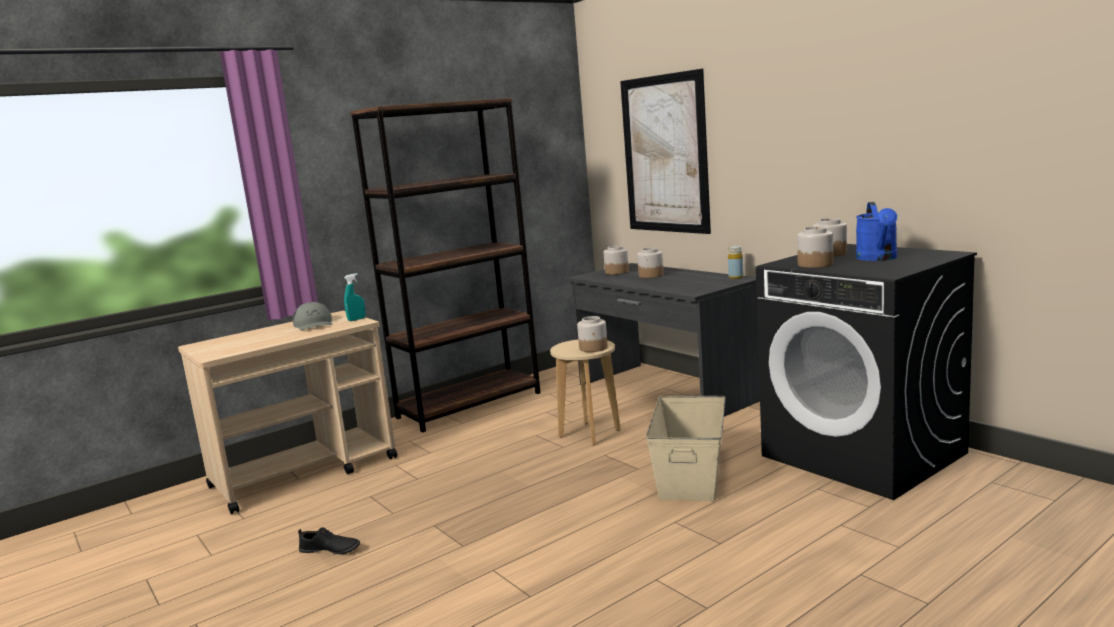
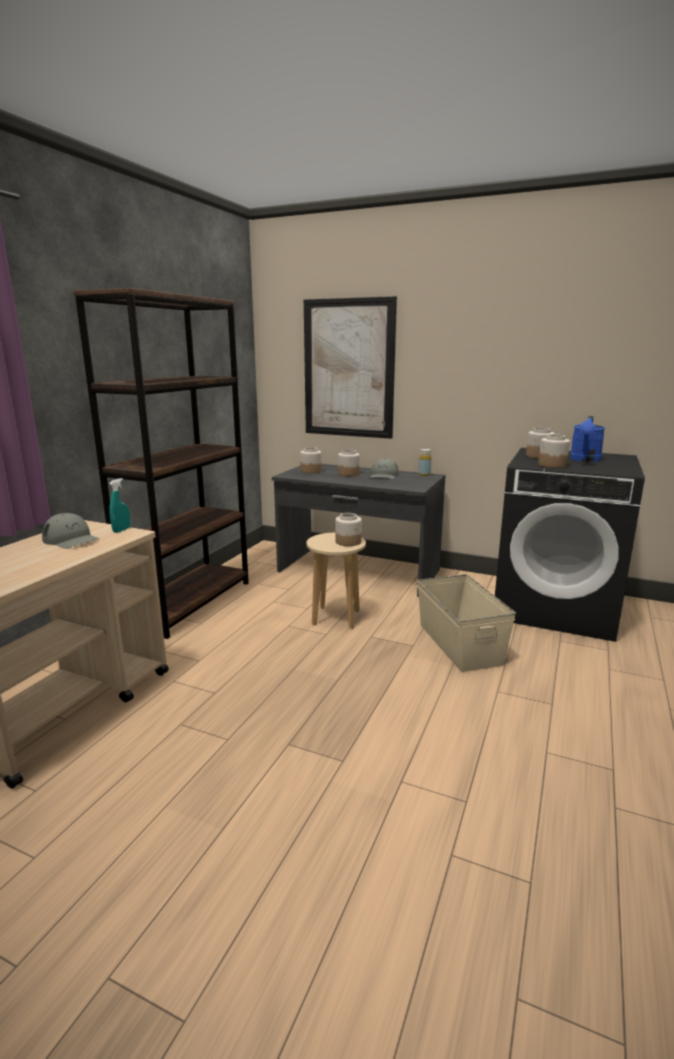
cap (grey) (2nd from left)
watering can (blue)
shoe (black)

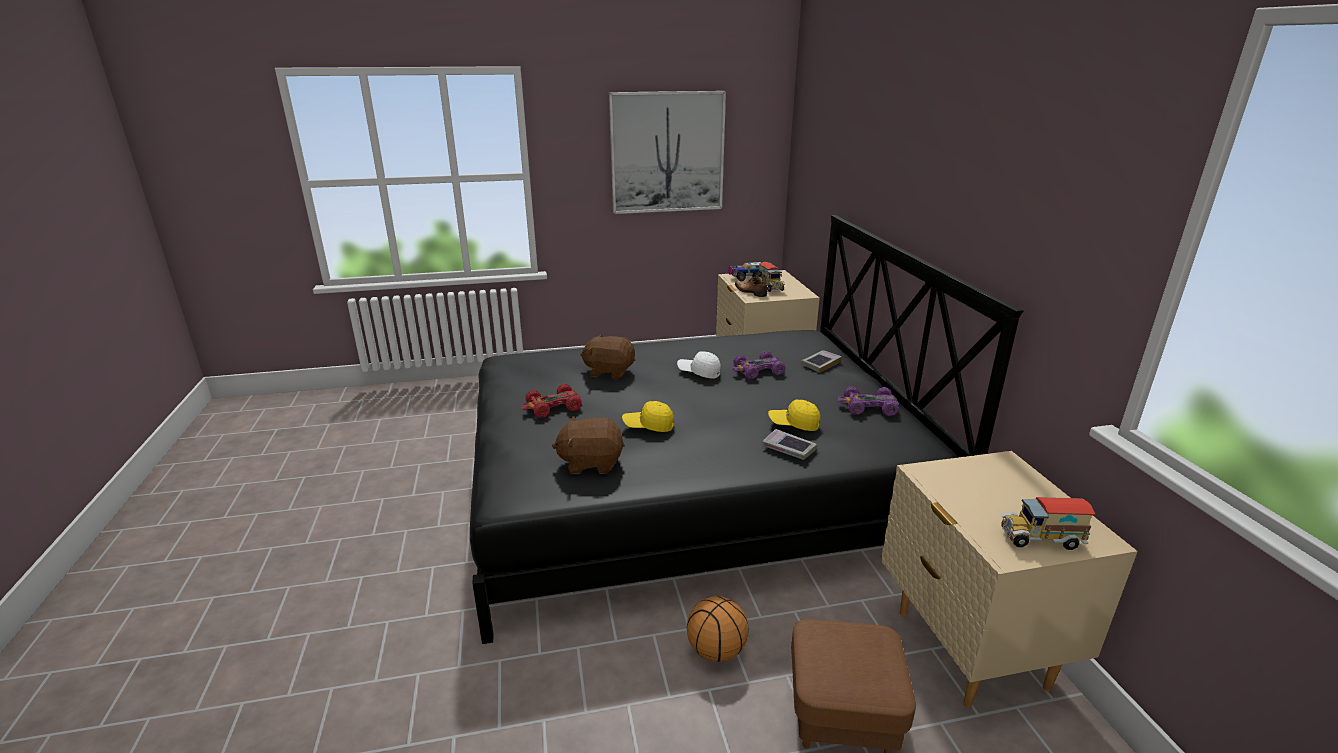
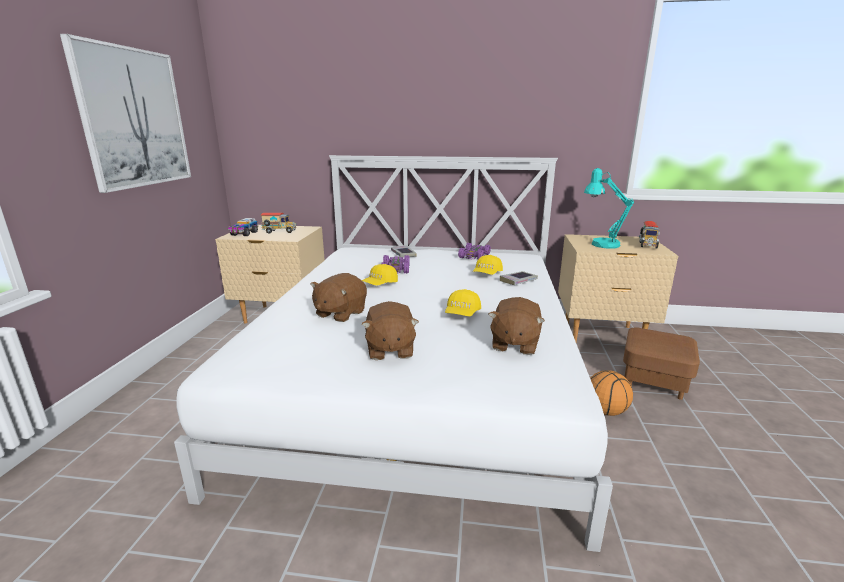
bed (white)
cap (yellow) (1st from left)
plush toy (brown) (2nd from left)
table lamp (turquoise)
shoe

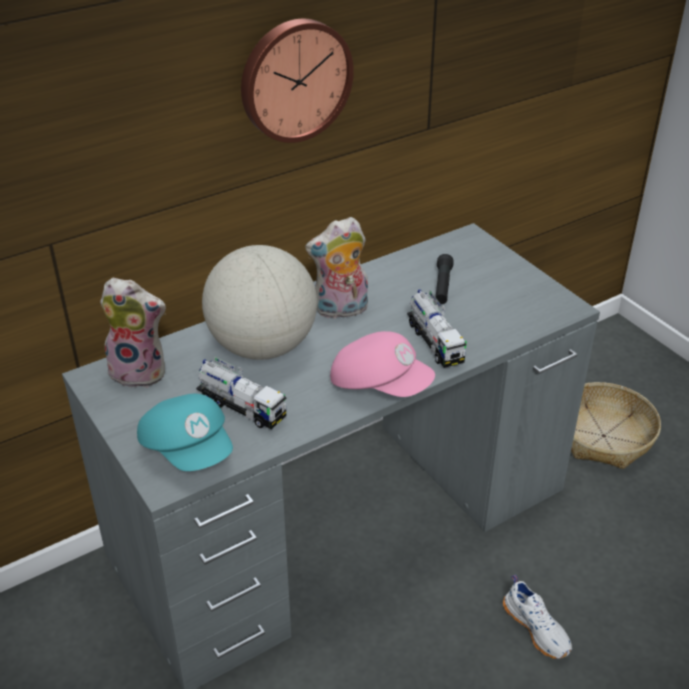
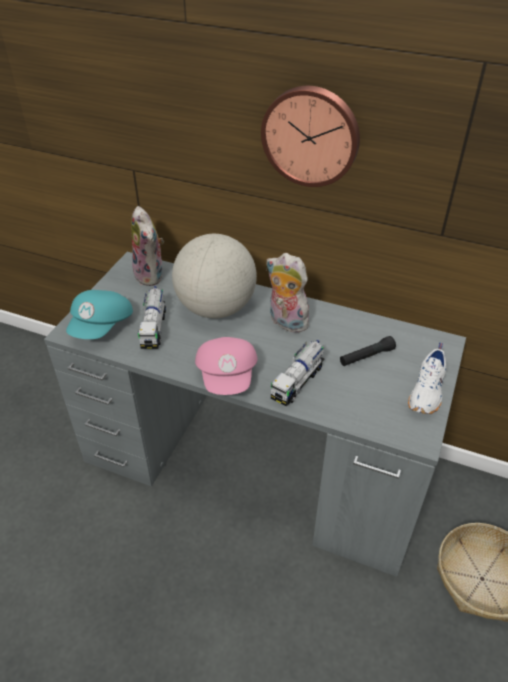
shoe (white)

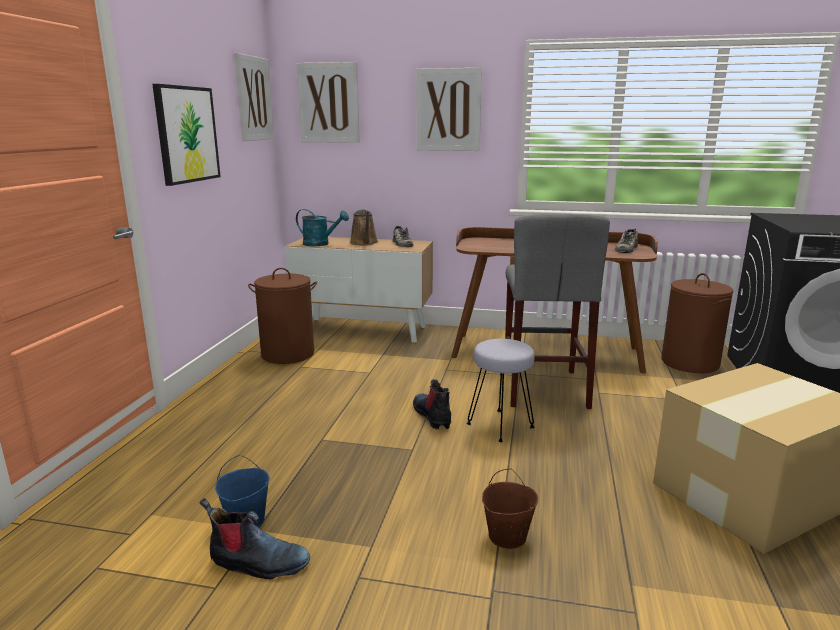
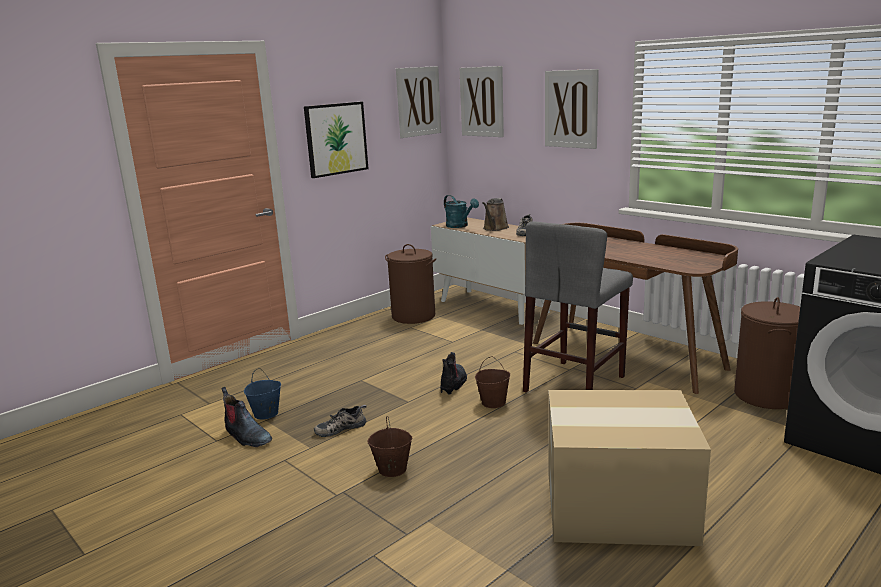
shoe (1st from left)
bucket (brown) (2nd from left)

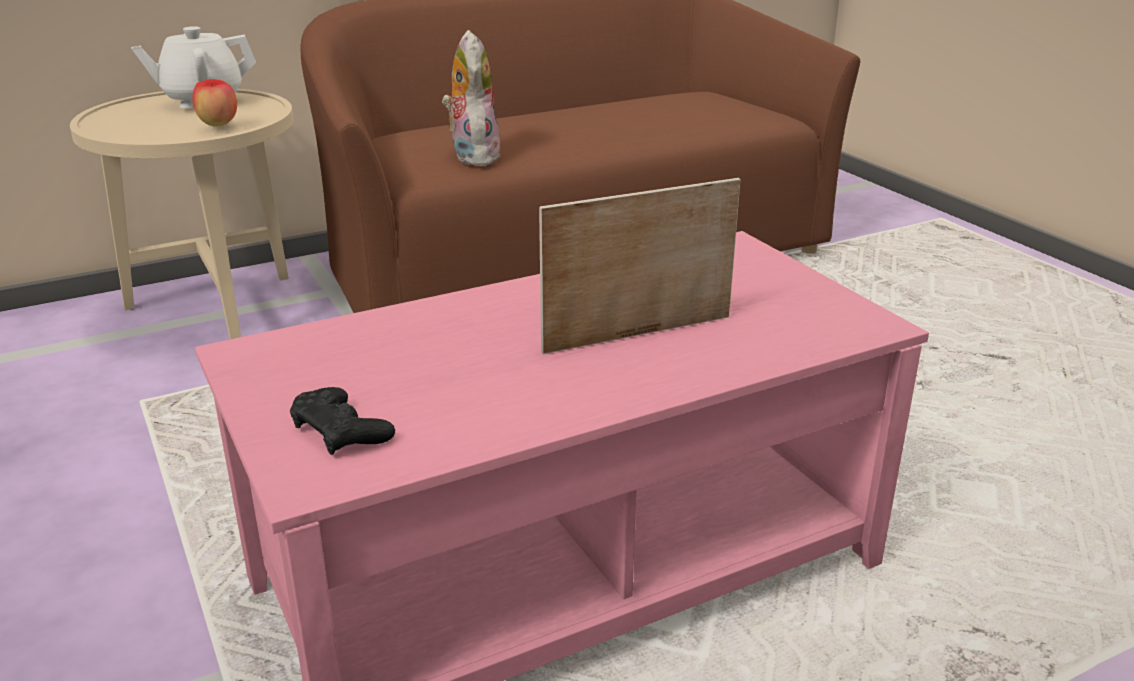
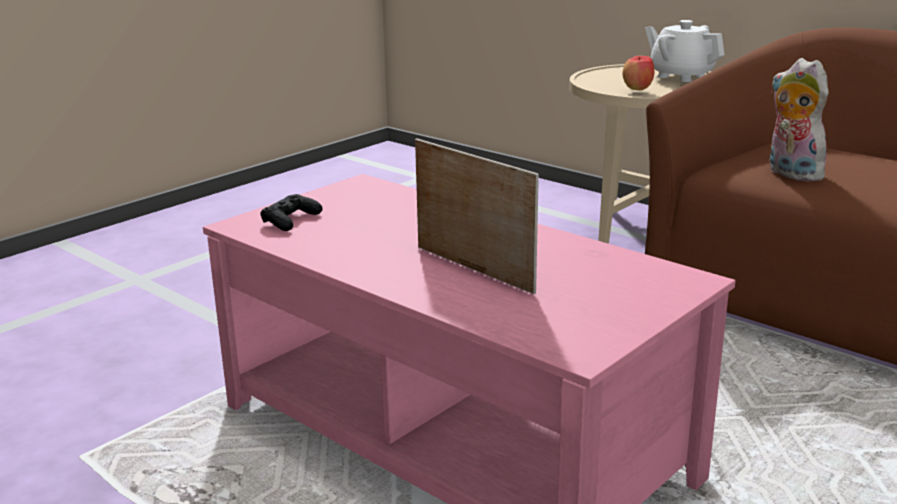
plush toy

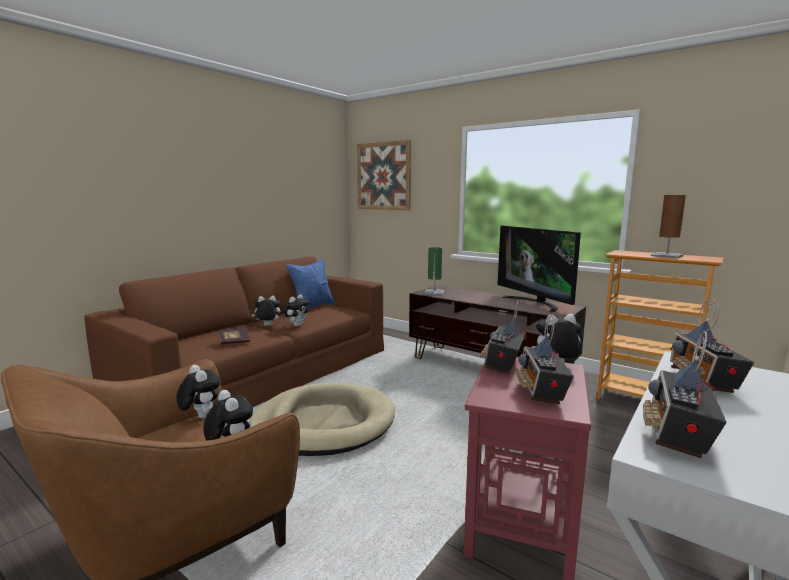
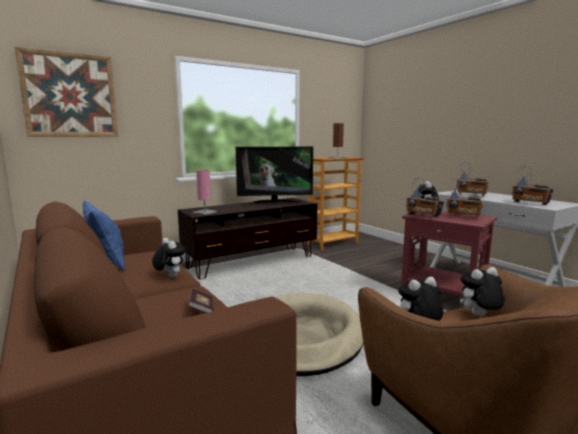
table lamp (pink)
plush toy (3rd from left in the first image)

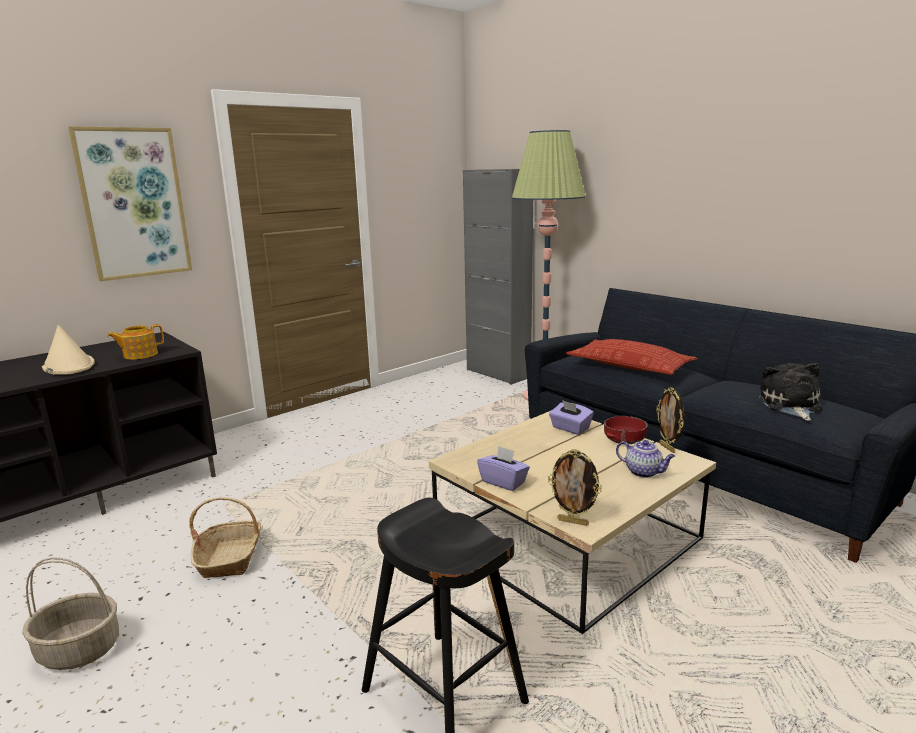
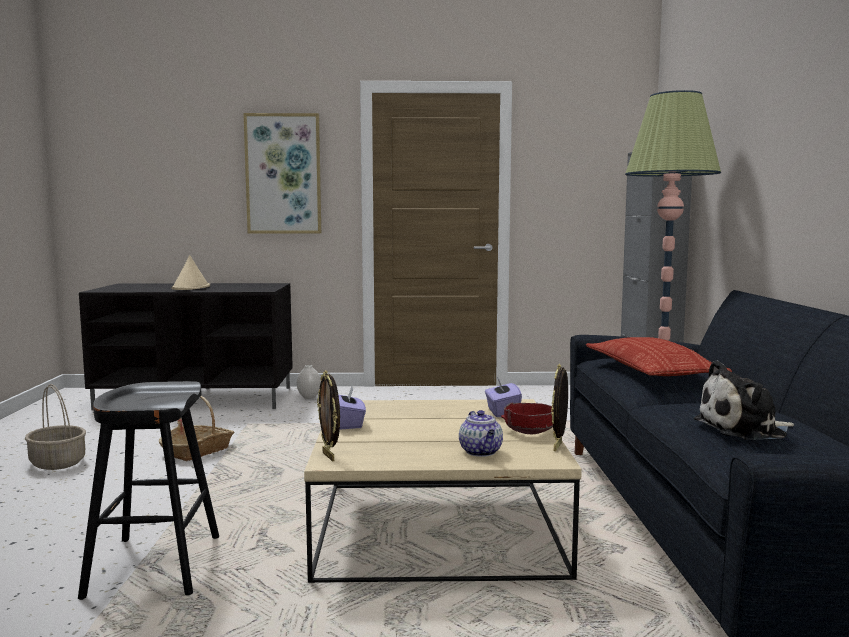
vase (white)
plush toy
teapot (1st from left in the first image)

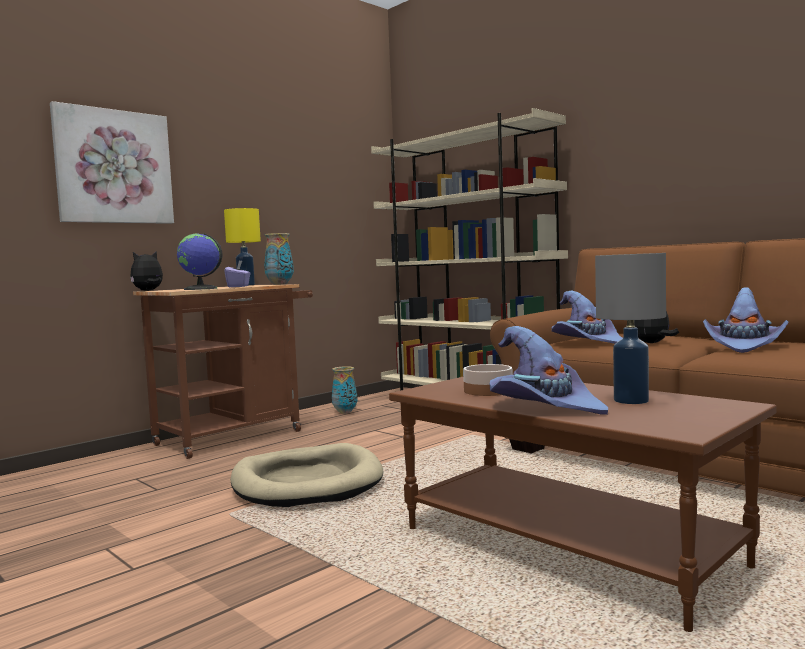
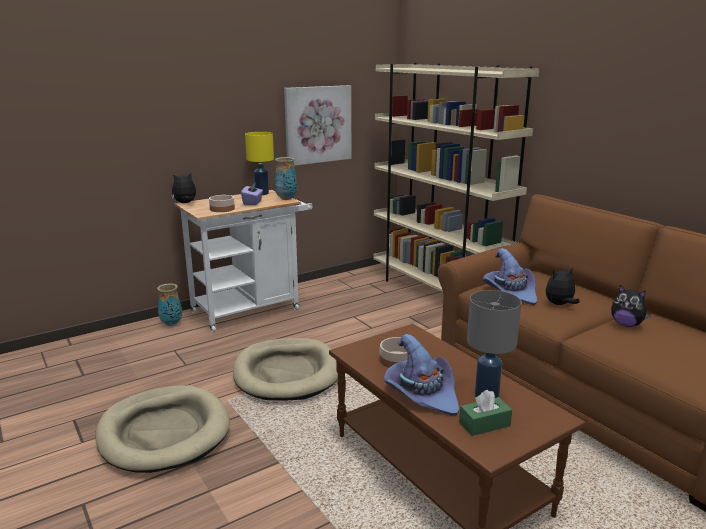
dog bed (beige) (1st from left)
vase (1st from left)
cart (white)
bowl (1st from left)
picture
tissue box (green)
plush toy (3rd from left)

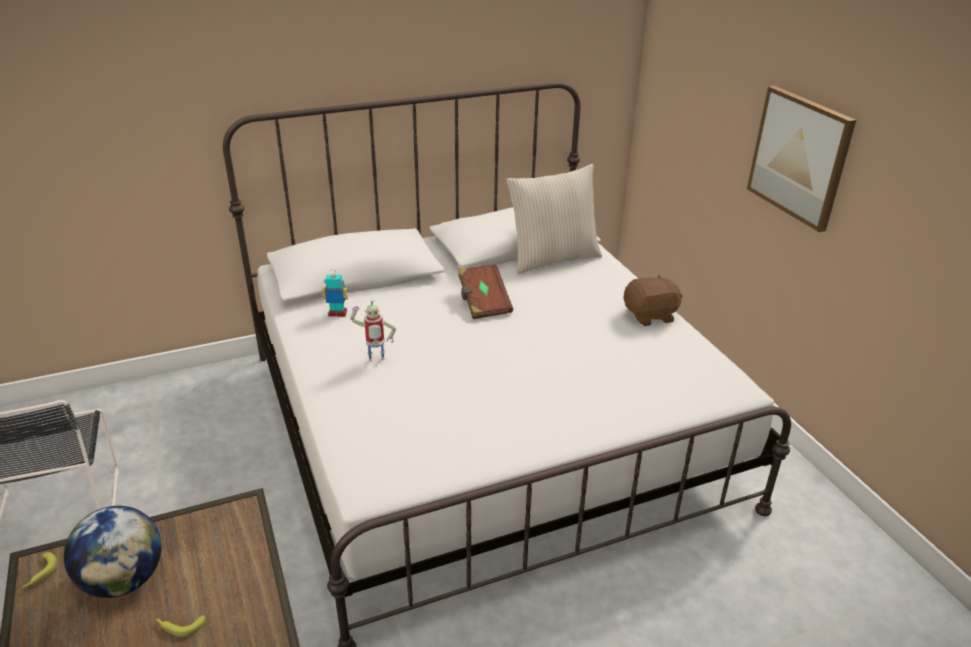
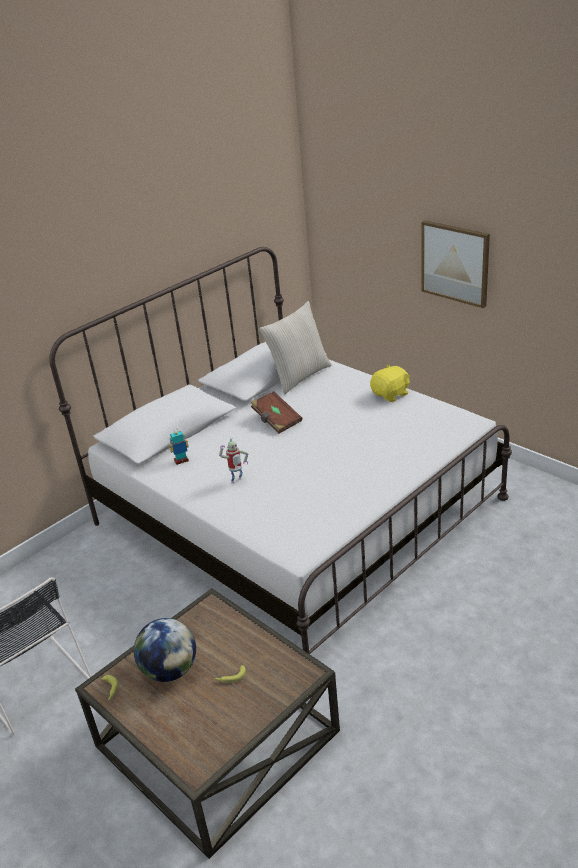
plush toy (yellow)

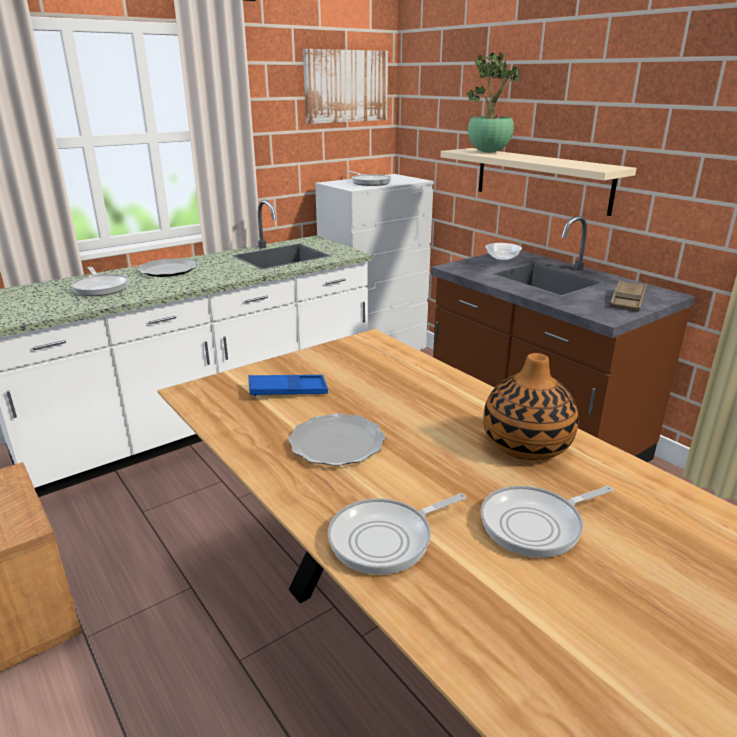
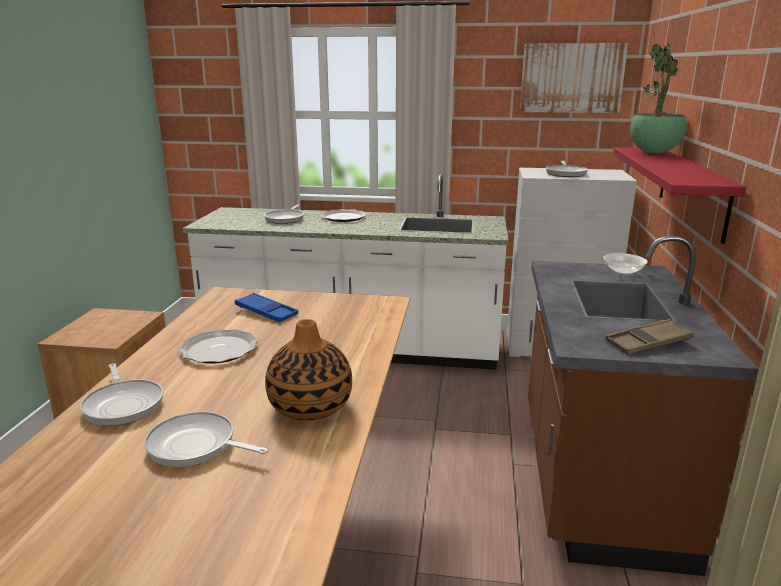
frying pan (1st from left)
shelf (red)

